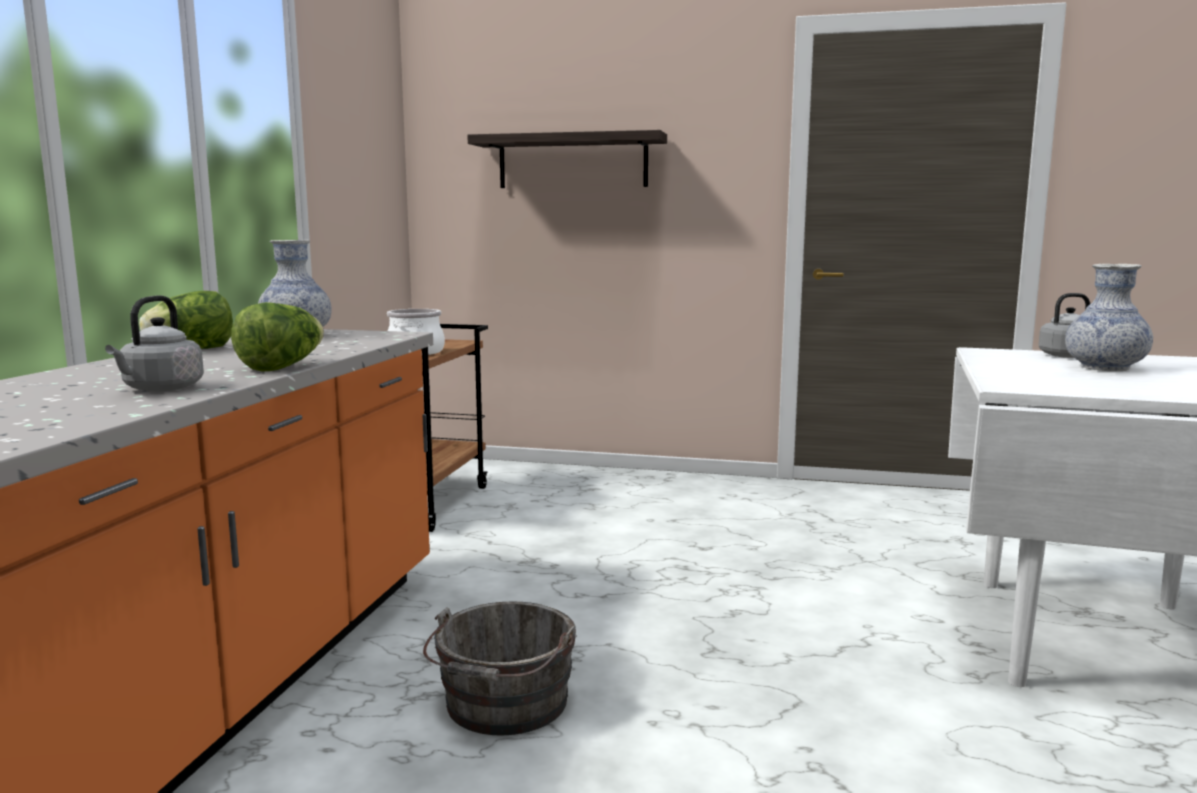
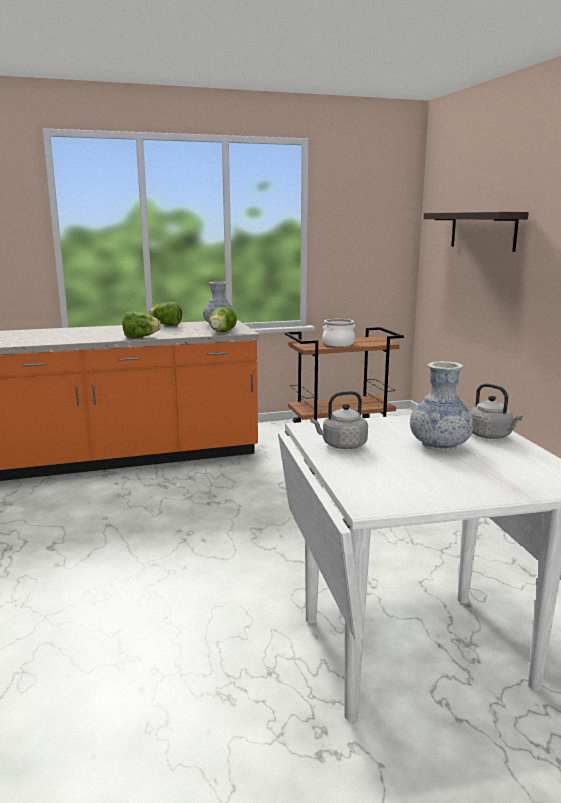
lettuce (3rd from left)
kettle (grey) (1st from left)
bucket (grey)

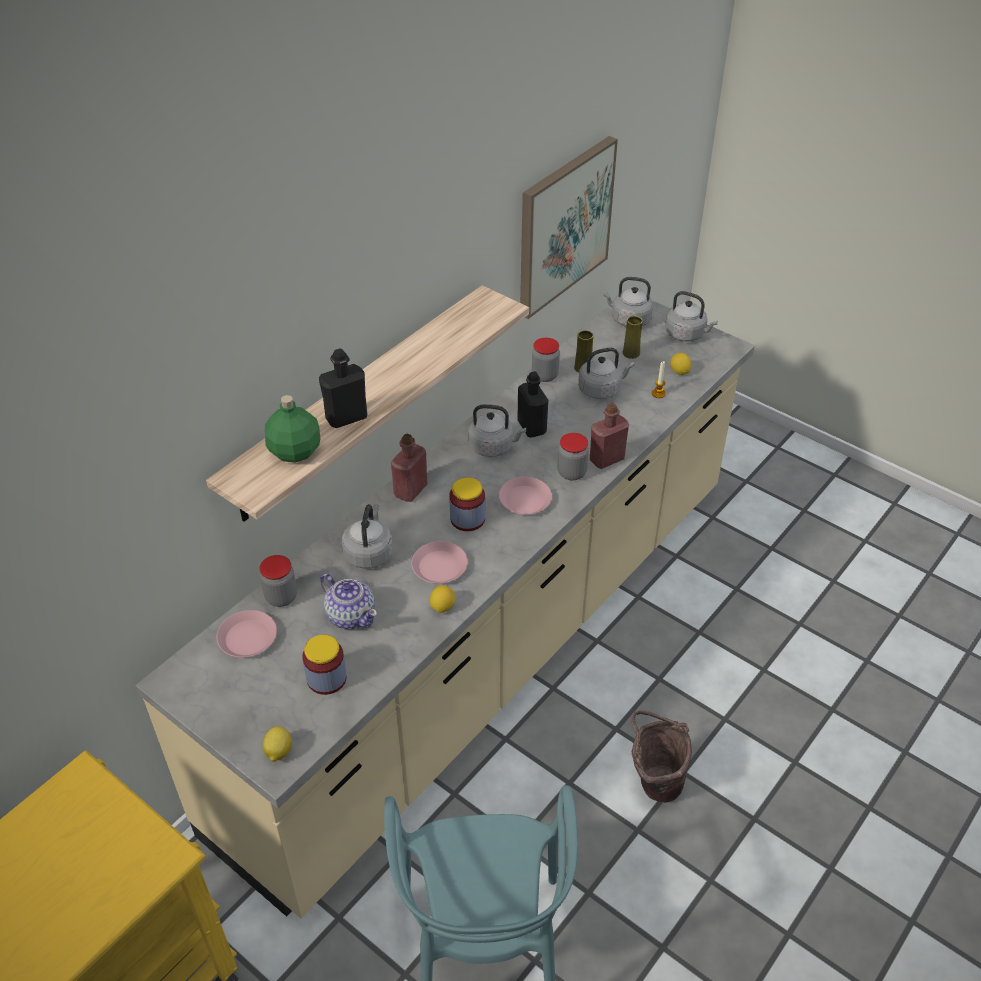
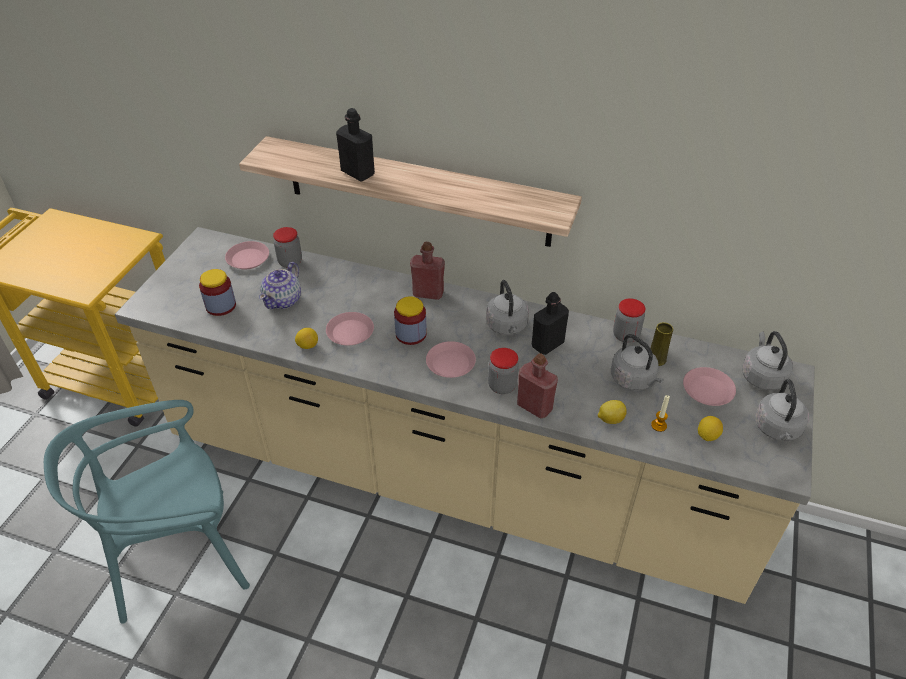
lemon (2nd from left)
plate (pink) (4th from left)
bottle (green)
kettle (grey) (1st from left in the first image)
picture
bucket (brown)

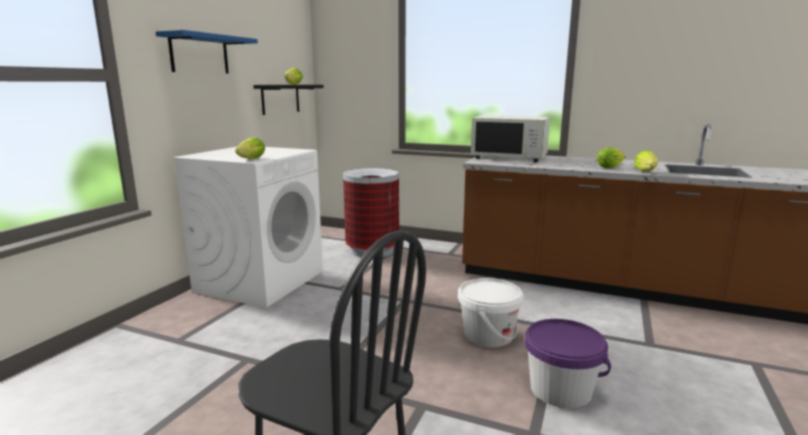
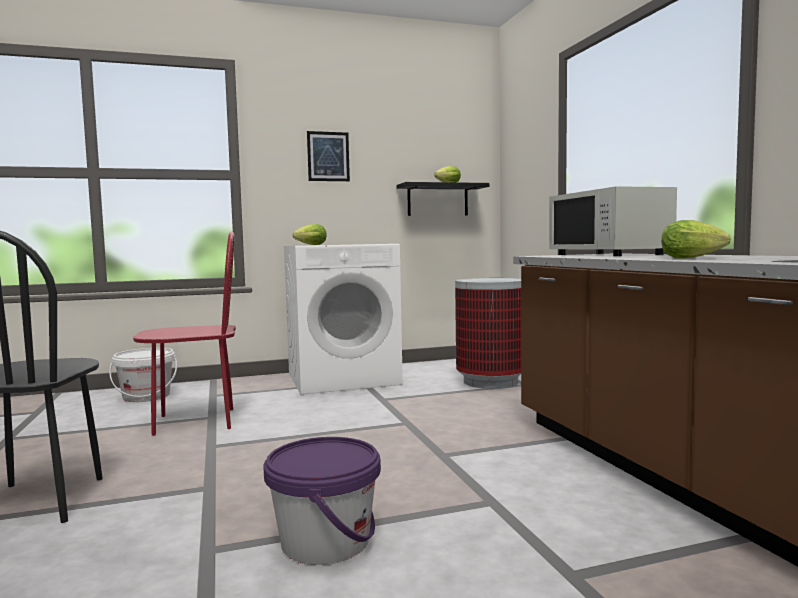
bucket (white)
chair (red)
picture
lettuce (4th from left in the first image)

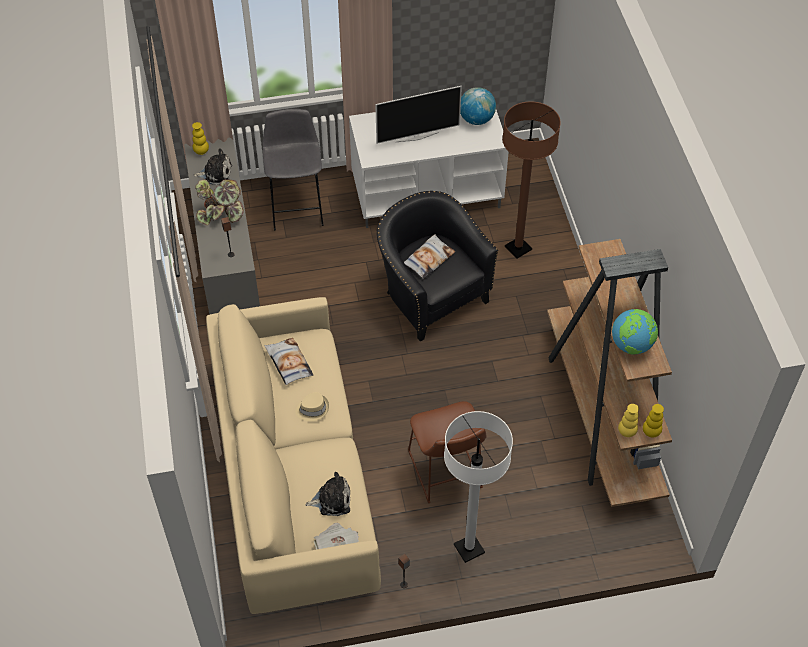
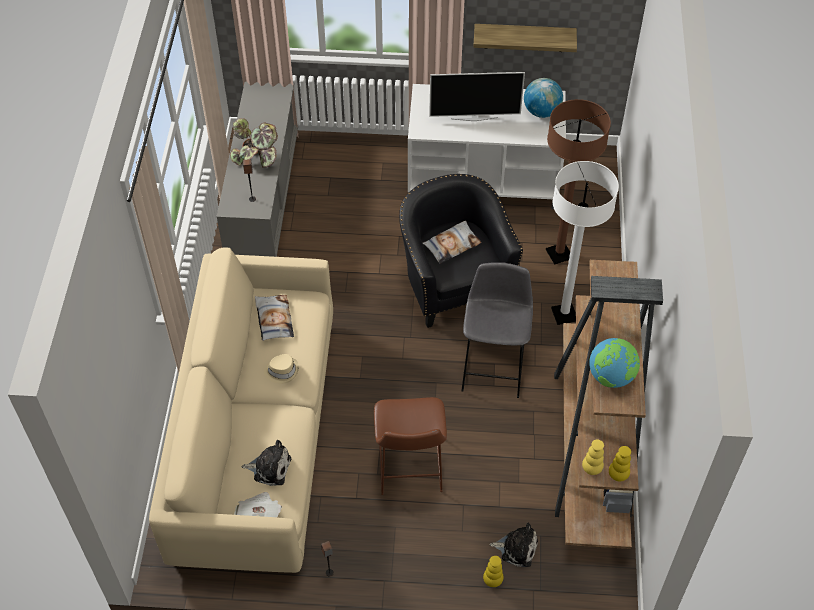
stool (grey)
shelf
vase (yellow) (1st from left)
plush toy (2nd from left)
floor lamp (white)

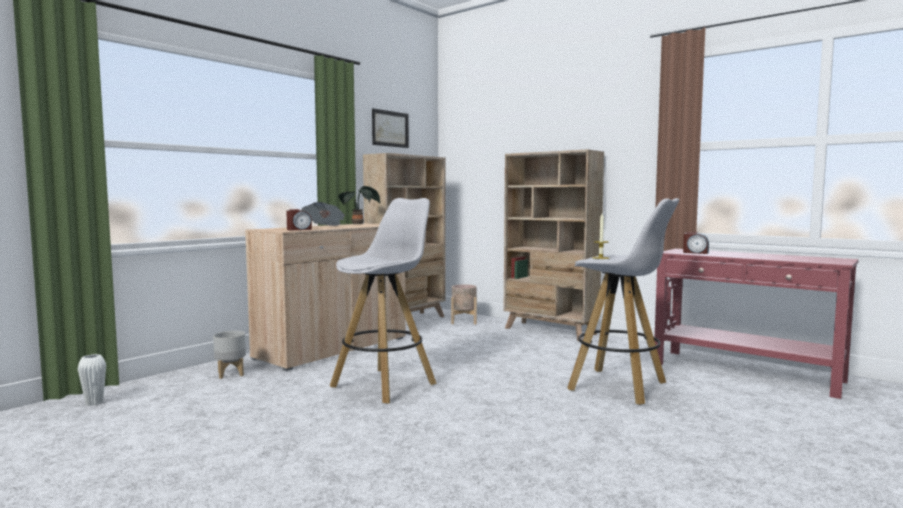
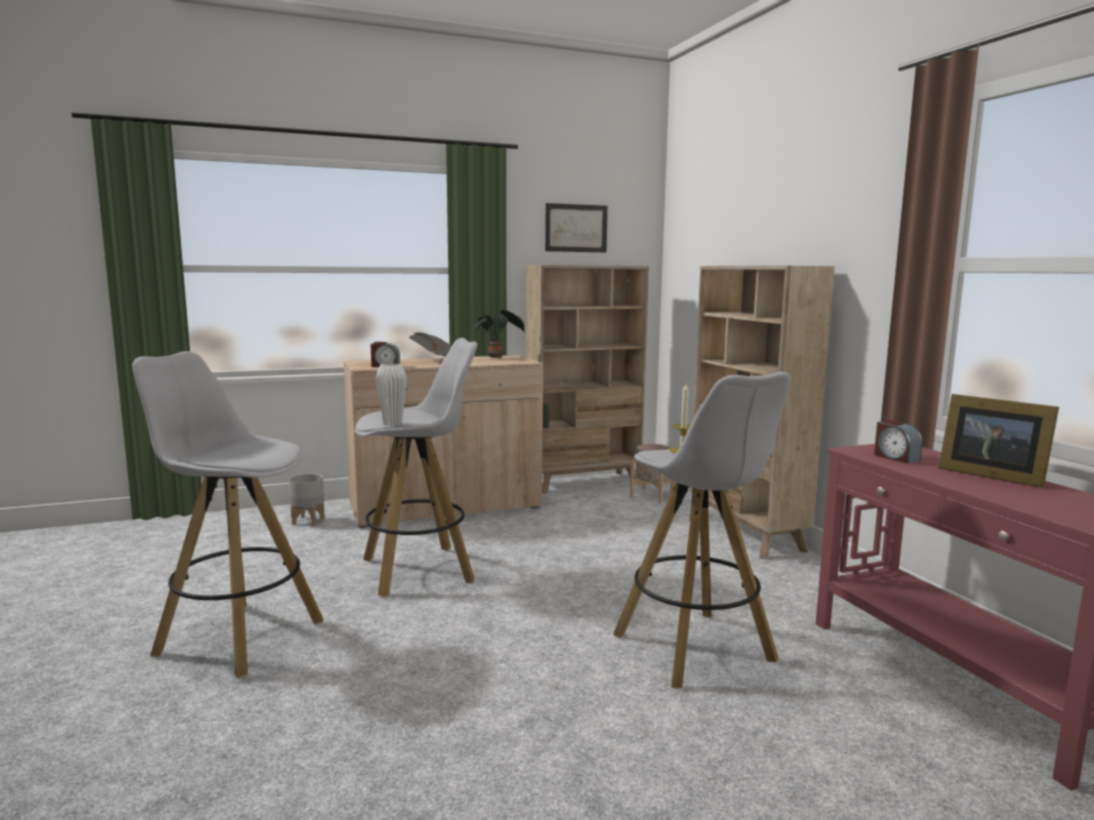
stool (white) (1st from left)
vase (white)
picture frame

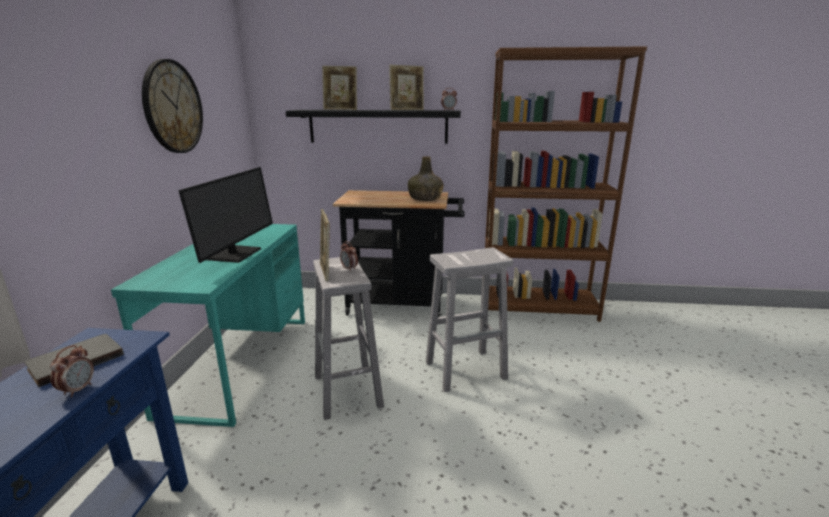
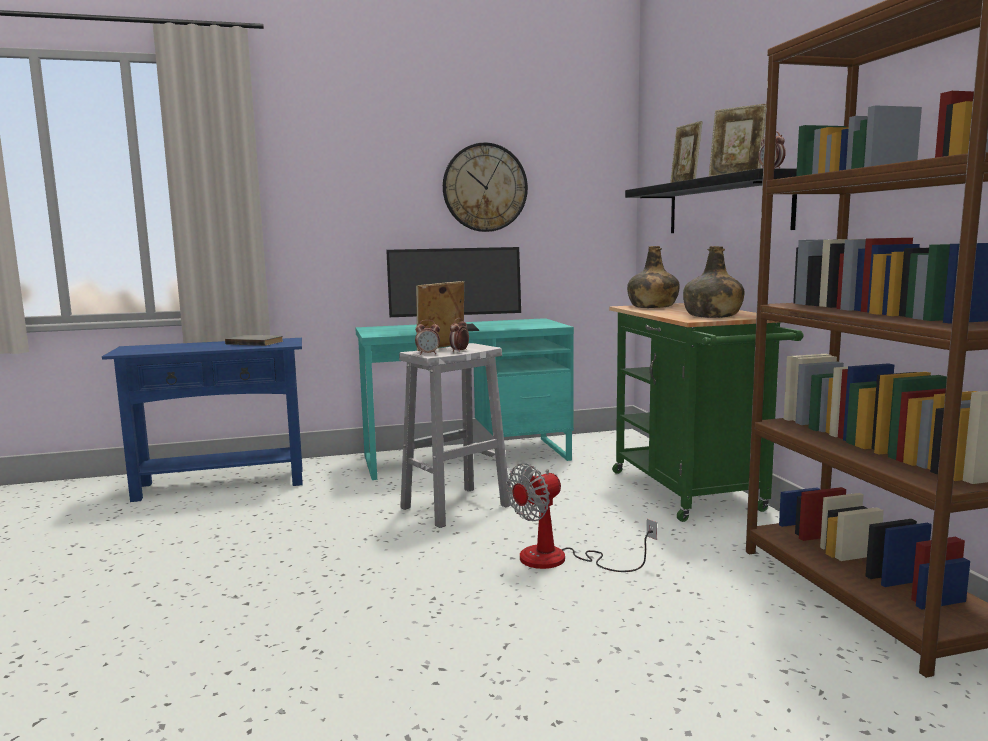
alarm clock (1st from left)
fan
cart (green)
bottle (green) (1st from left)

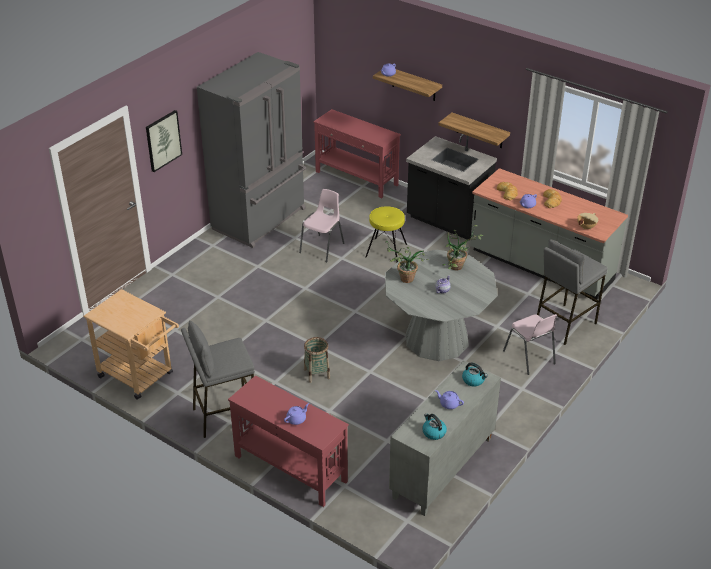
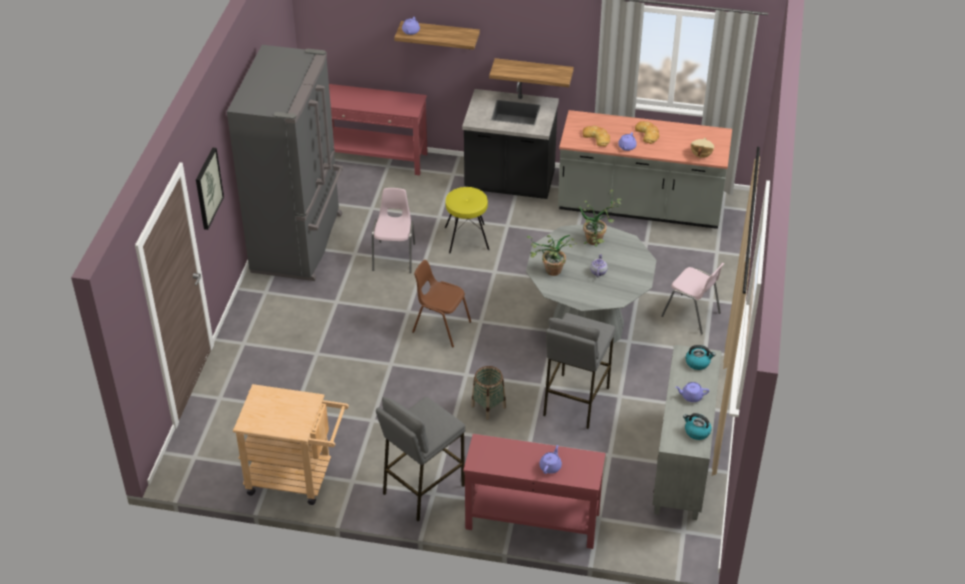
chair (brown)
stool (grey) (2nd from left)

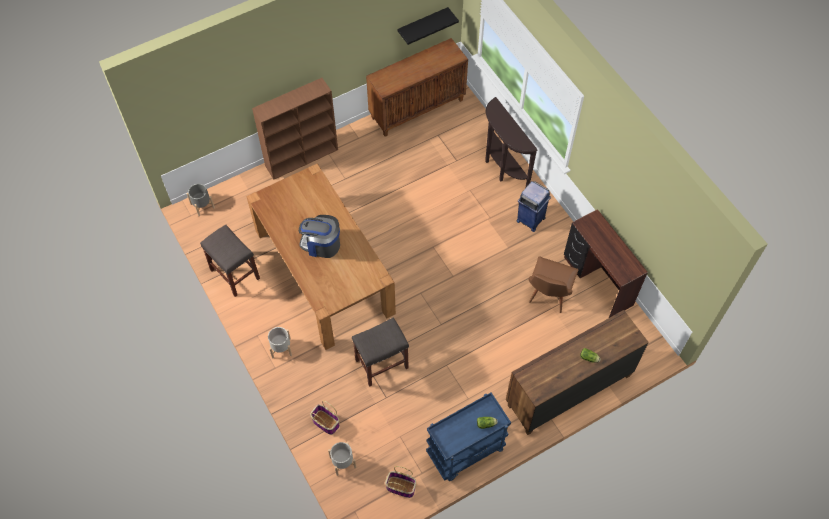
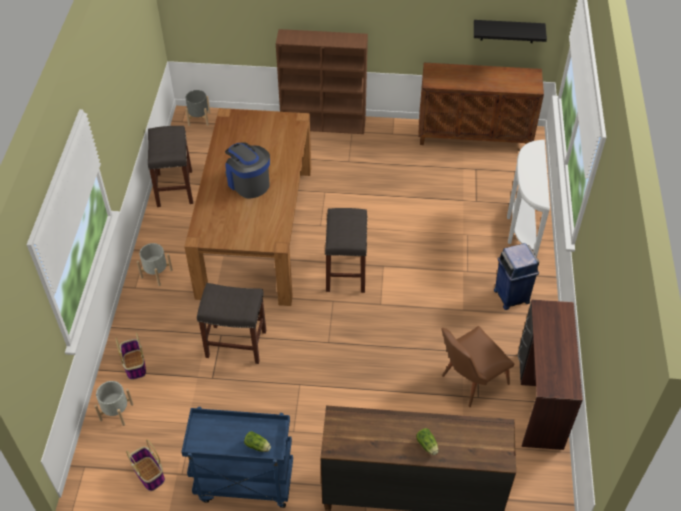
stool (grey) (3rd from left)
console table (white)

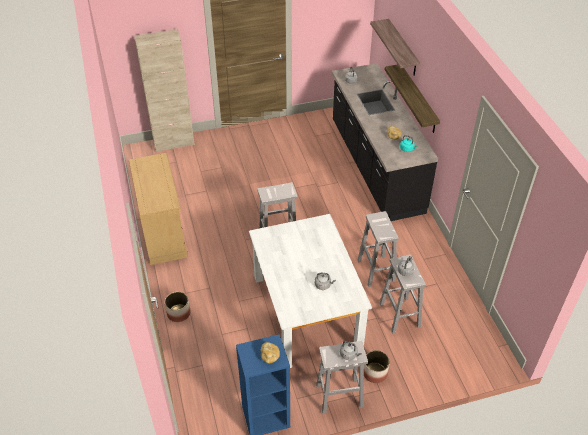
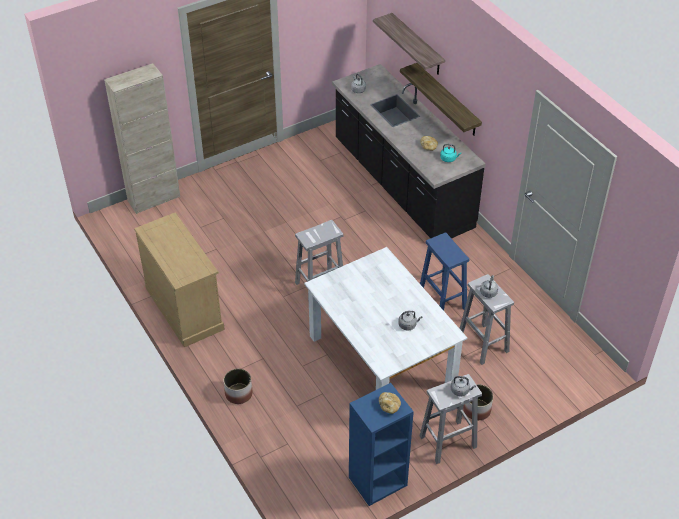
stool (blue)

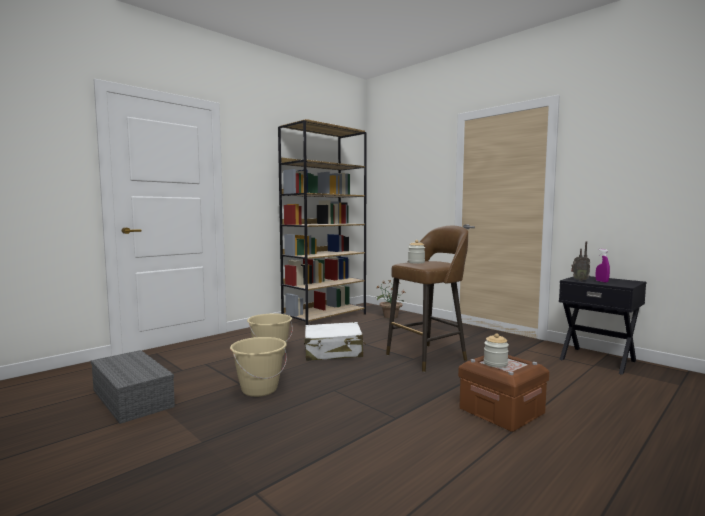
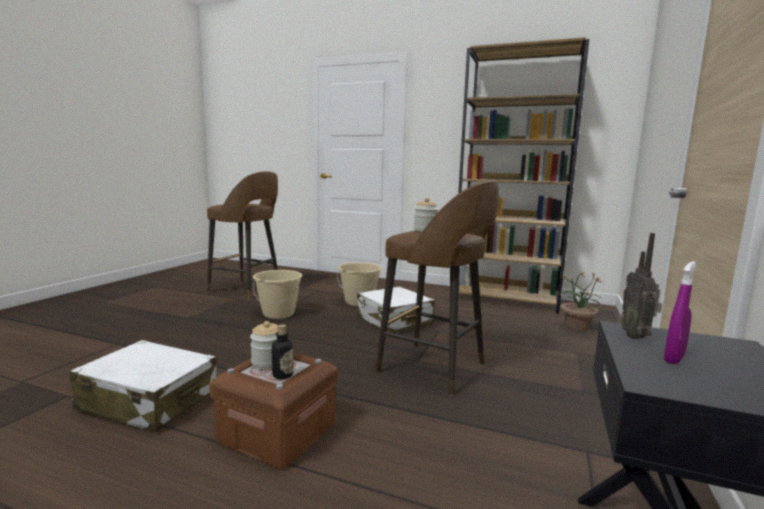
suitcase (white) (1st from left)
stool (brown) (1st from left)
bottle

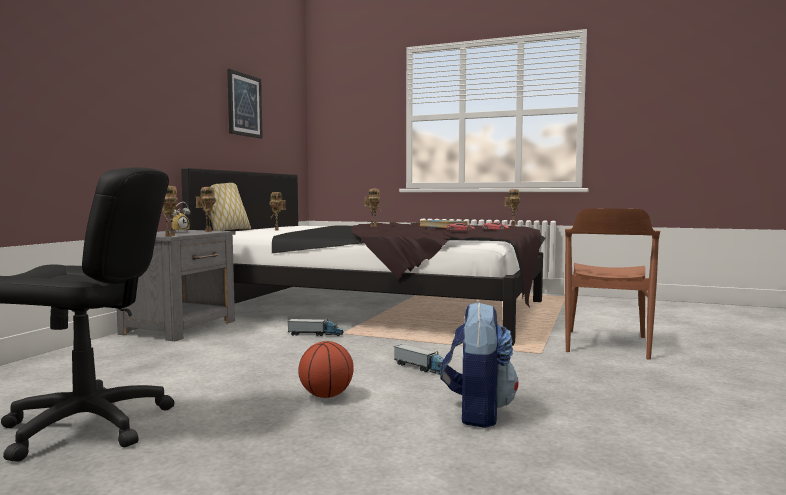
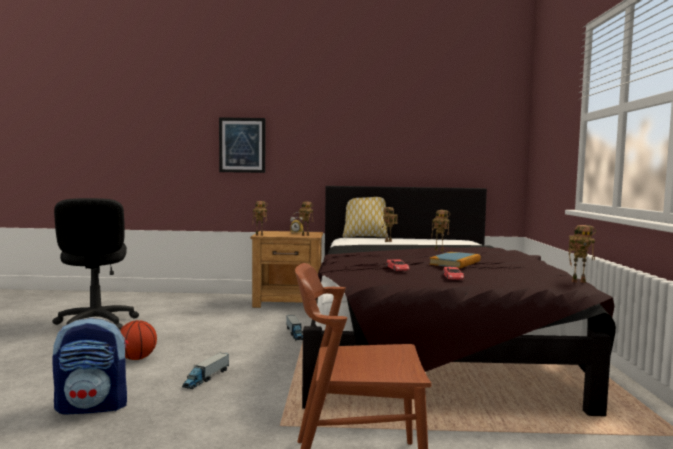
picture
nightstand (brown)

